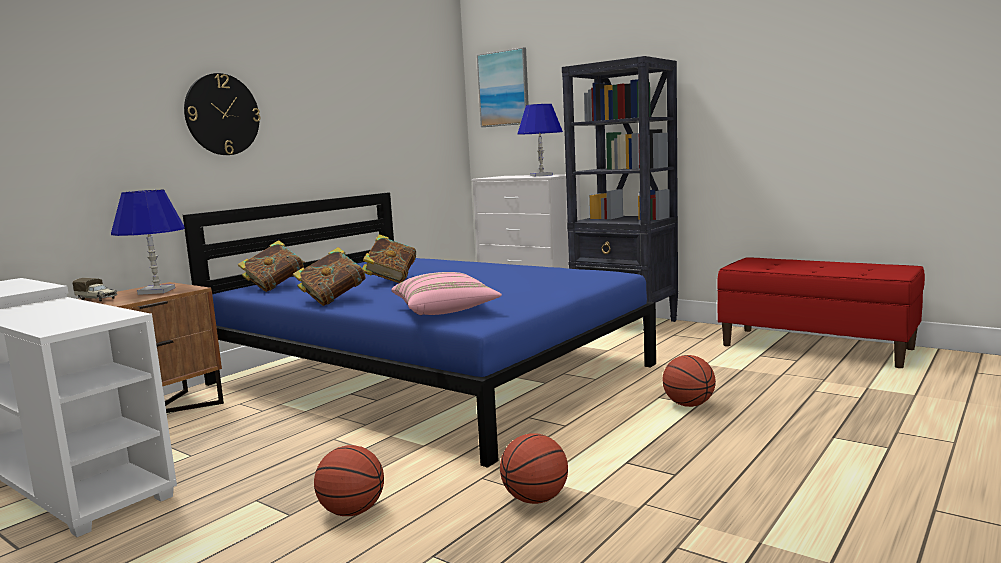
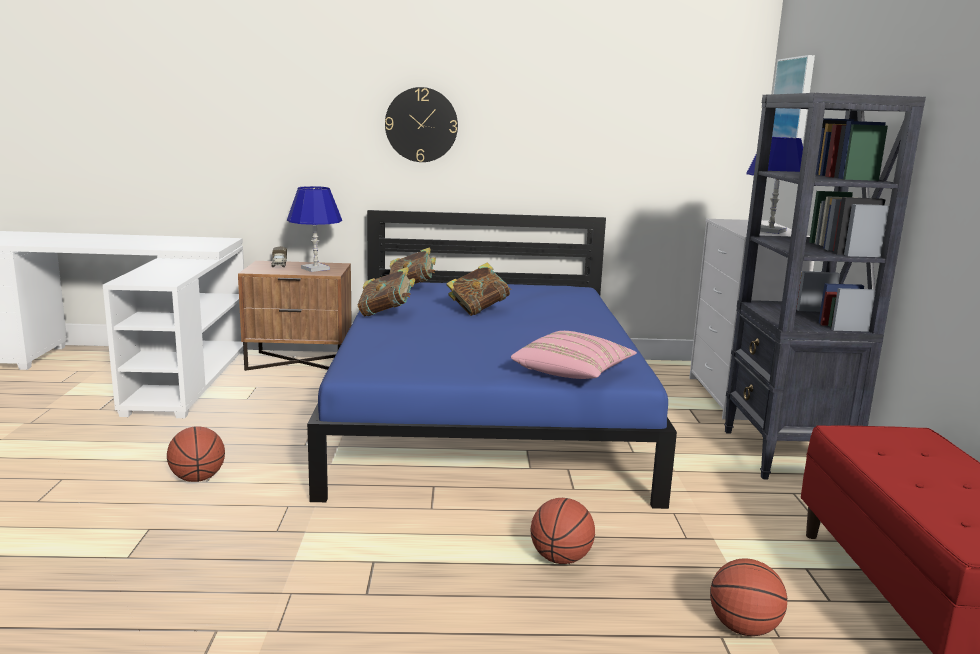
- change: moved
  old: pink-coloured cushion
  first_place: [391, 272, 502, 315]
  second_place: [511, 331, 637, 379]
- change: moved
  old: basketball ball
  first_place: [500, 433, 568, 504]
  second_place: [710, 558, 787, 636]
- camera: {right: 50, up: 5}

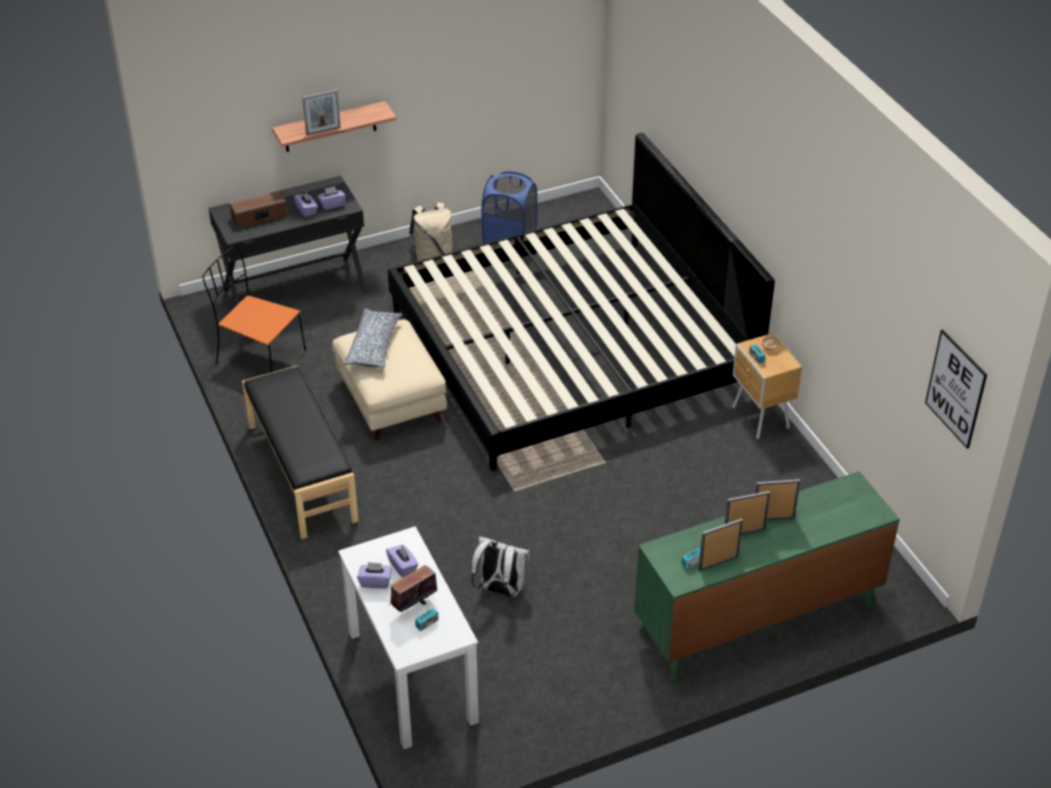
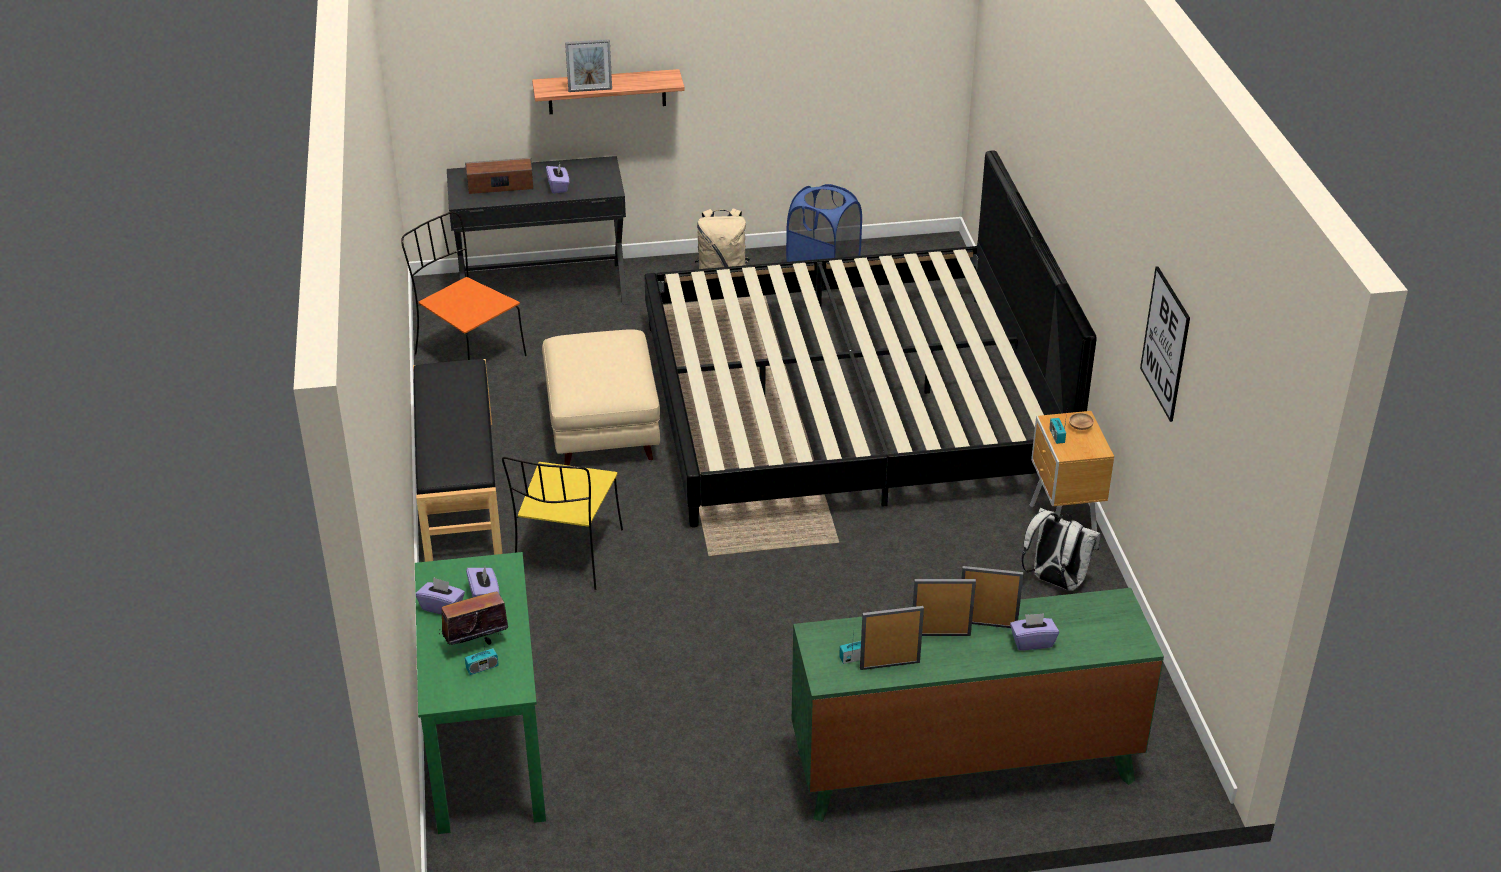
- change: recoloured
  old: white desk table
  new: green desk table
  first_place: [338, 526, 479, 749]
  second_place: [415, 552, 546, 834]
- change: added
  new: yellowish chair
  second_place: [502, 457, 623, 590]
- change: moved
  old: purplish tissue holder
  first_place: [317, 186, 346, 210]
  second_place: [1010, 613, 1059, 650]
- change: moved
  old: white backpack
  first_place: [471, 536, 531, 597]
  second_place: [1021, 508, 1100, 591]
- change: moved
  old: wall picture
  first_place: [925, 329, 987, 449]
  second_place: [1140, 266, 1190, 422]
- change: removed
  old: cushion
  first_place: [344, 308, 403, 368]
- camera: {right: 15, up: -5}

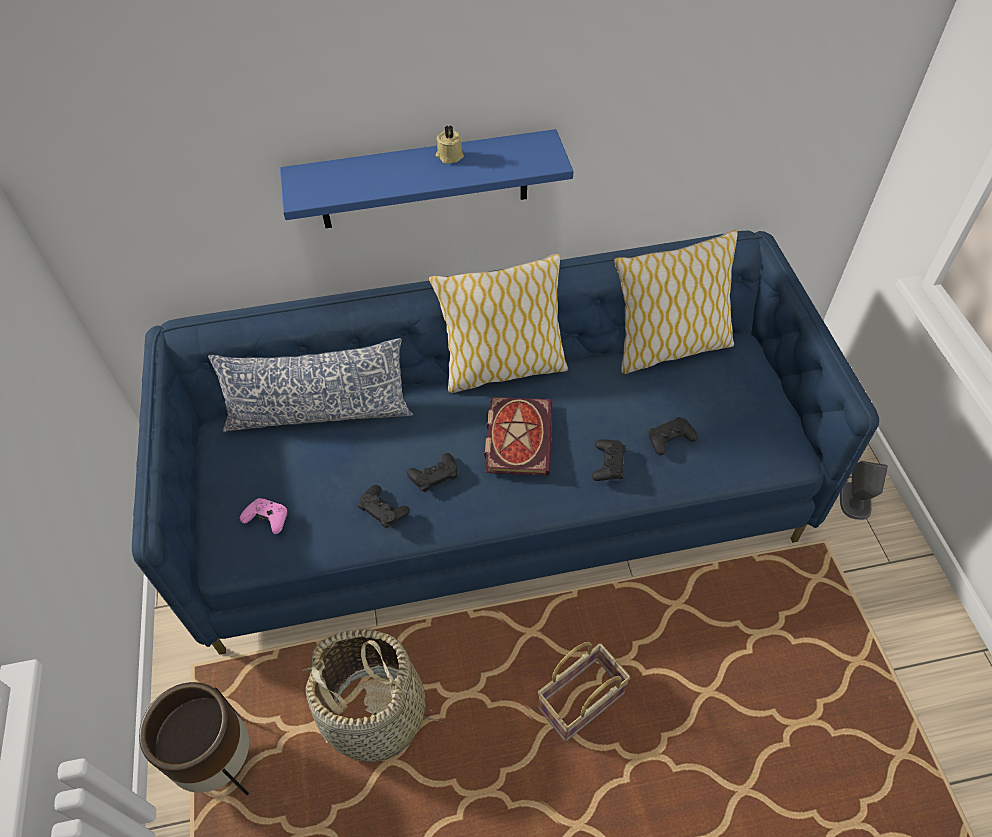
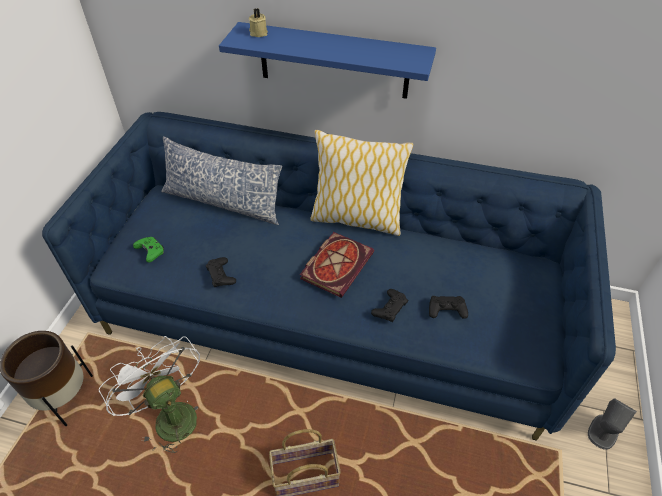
- change: replaced
  old: basket
  new: white cooling fan
  first_place: [302, 629, 444, 763]
  second_place: [99, 336, 200, 453]
- change: recoloured
  old: pink-coloured joypad
  new: green joypad
  first_place: [240, 498, 287, 534]
  second_place: [133, 237, 164, 263]
- change: moved
  old: beige wax light
  first_place: [436, 125, 464, 164]
  second_place: [249, 8, 268, 37]
- change: removed
  old: black-coloured joypad
  first_place: [407, 453, 458, 492]
- change: removed
  old: cushion
  first_place: [614, 230, 738, 374]
- camera: {right: 25, up: -5}

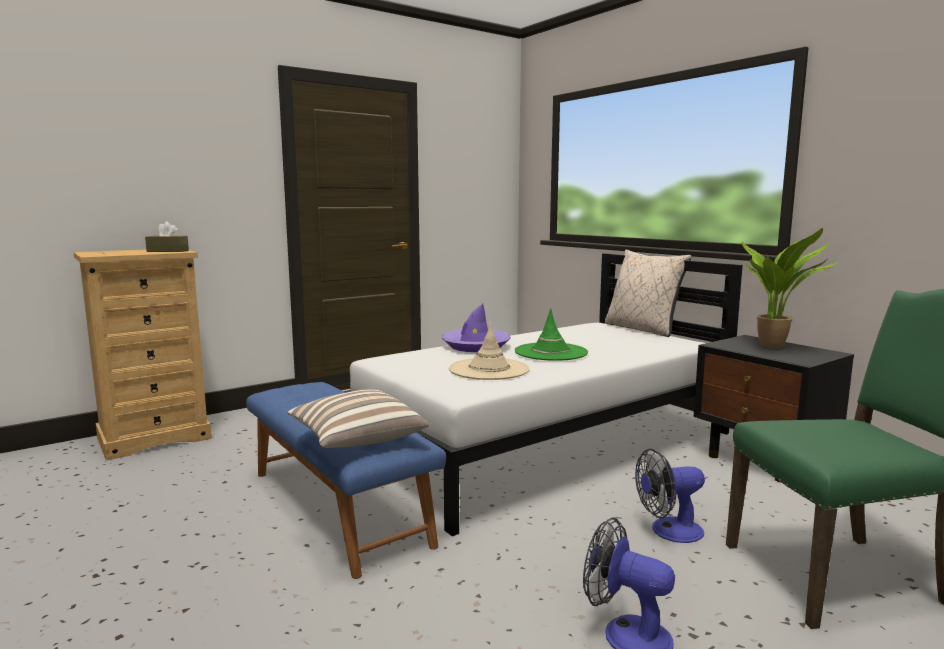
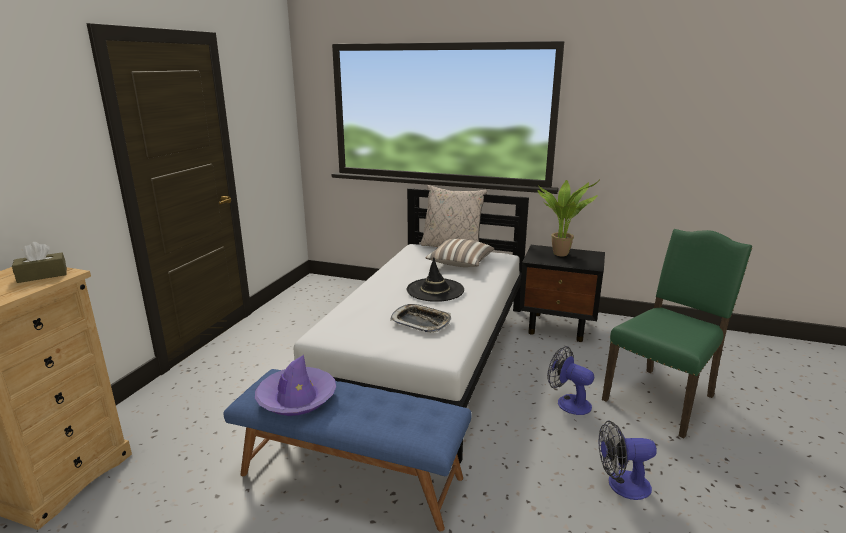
- change: moved
  old: purplish hat
  first_place: [441, 303, 511, 352]
  second_place: [255, 355, 336, 416]
- change: replaced
  old: beige hat
  new: carrying tray
  first_place: [449, 322, 529, 380]
  second_place: [390, 304, 451, 333]
- change: recoloured
  old: green hat
  new: black-coloured hat
  first_place: [515, 308, 588, 361]
  second_place: [406, 257, 464, 302]
- change: moved
  old: cushion
  first_place: [287, 389, 430, 448]
  second_place: [426, 239, 495, 267]
- change: turned
  old: cooling fan
  first_place: [635, 449, 705, 543]
  second_place: [547, 346, 594, 415]
  degrees: 90
- camera: {right: -35, up: 10}

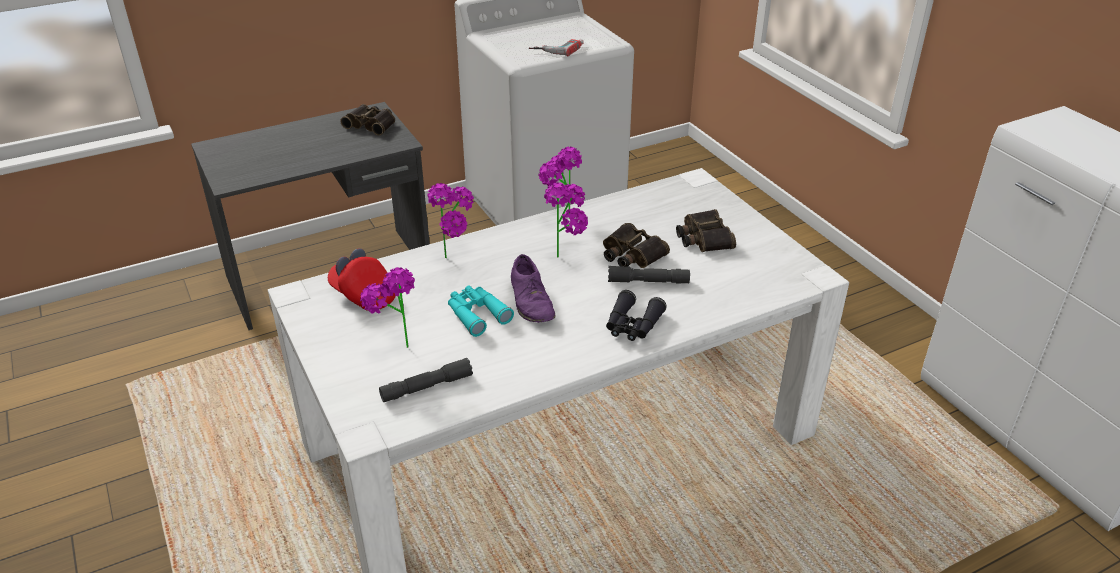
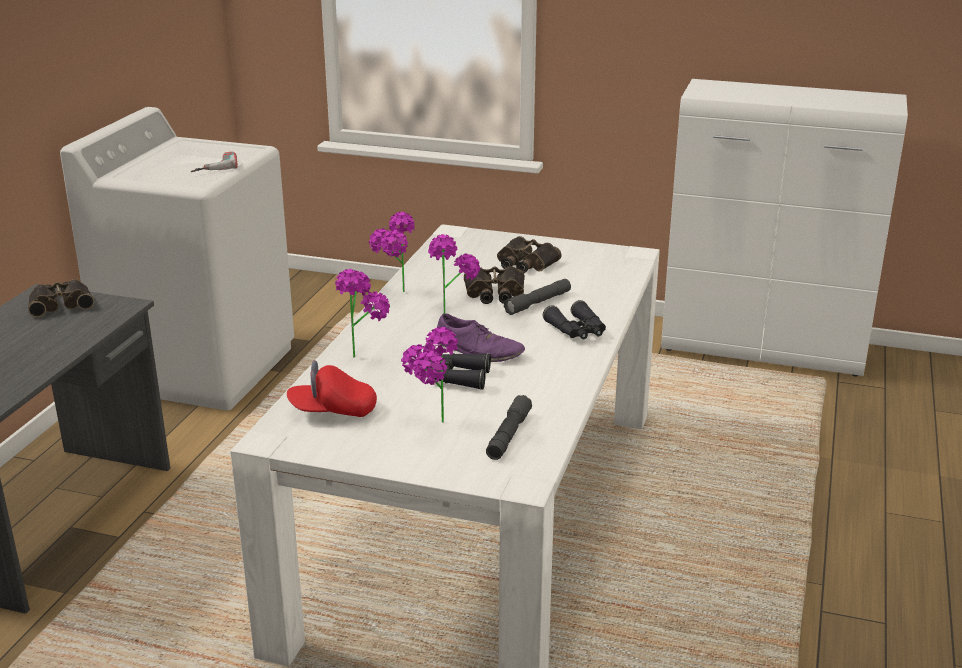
- change: recoloured
  old: blue-green binoculars
  new: black-coloured binoculars
  first_place: [448, 286, 514, 337]
  second_place: [426, 353, 491, 390]
- camera: {right: -45, up: -10}

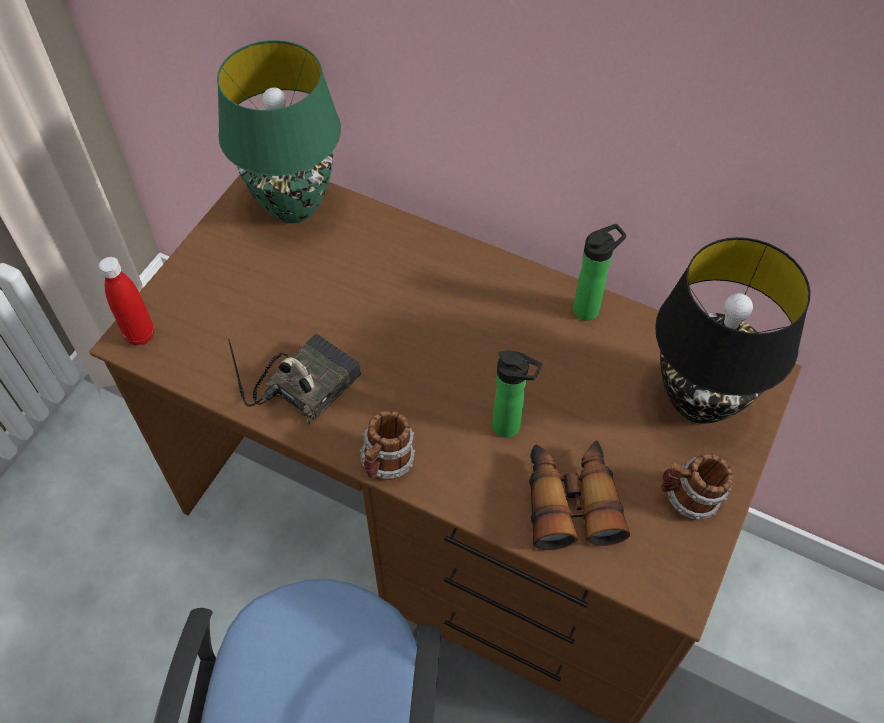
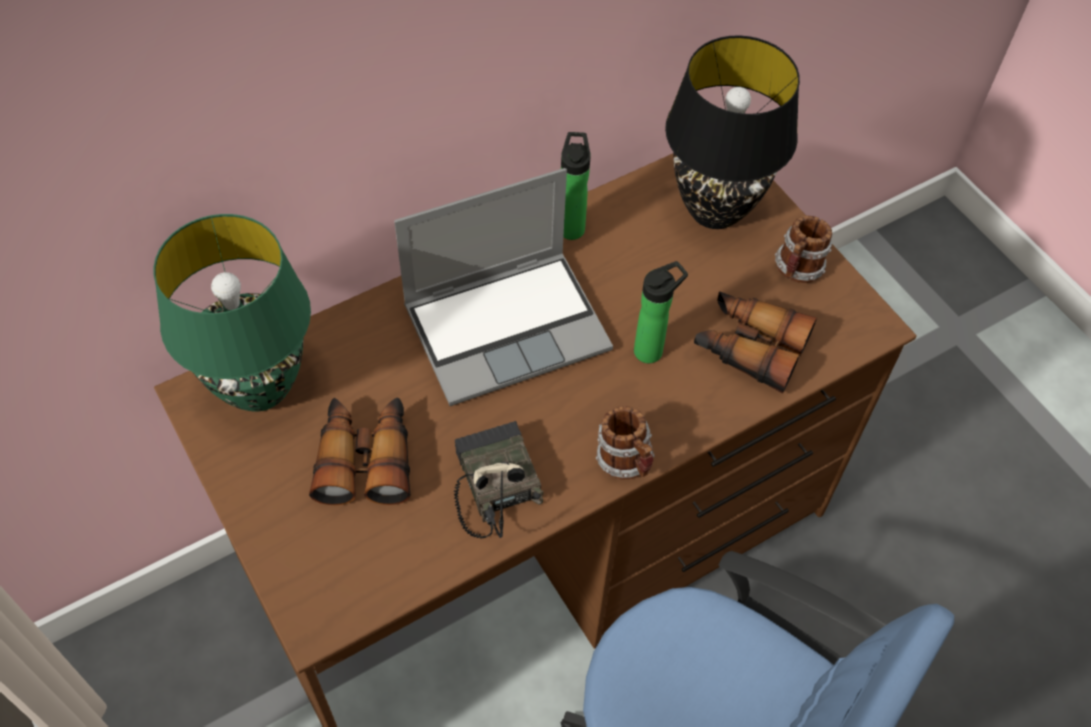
- change: added
  new: binoculars
  second_place: [309, 397, 410, 505]
- change: added
  new: laptop
  second_place: [394, 168, 613, 406]
- change: removed
  old: reddish beverage bottle
  first_place: [99, 257, 154, 346]
- camera: {right: -60, up: 0}

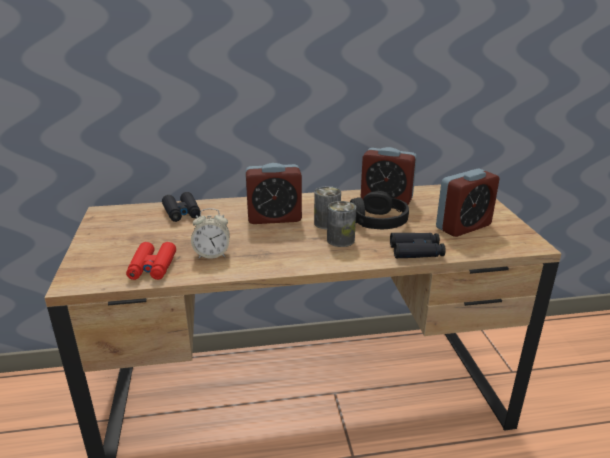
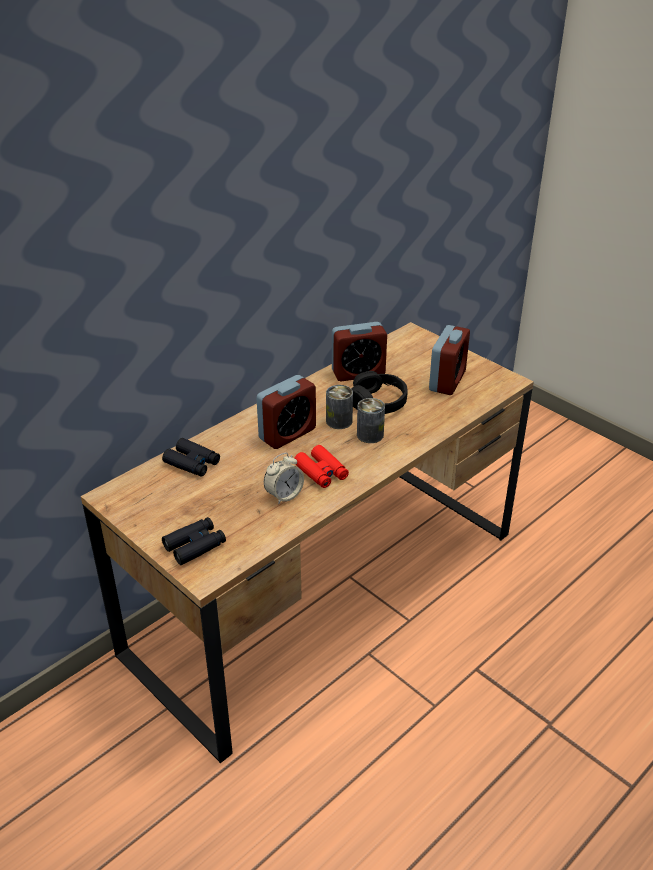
- change: moved
  old: black-coloured binoculars
  first_place: [390, 233, 446, 258]
  second_place: [162, 517, 226, 565]
- change: moved
  old: reddish binoculars
  first_place: [126, 242, 176, 280]
  second_place: [295, 445, 349, 488]
- camera: {right: -35, up: 10}

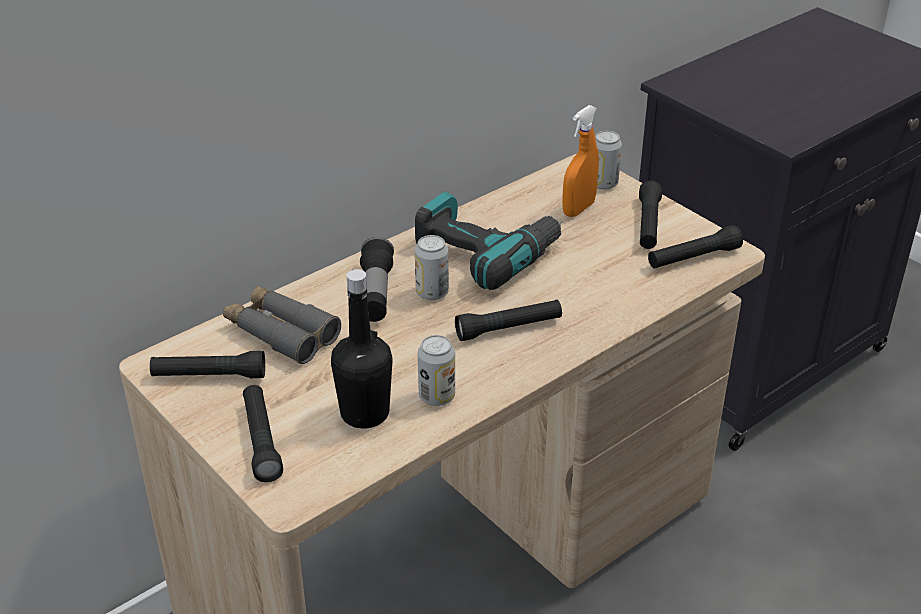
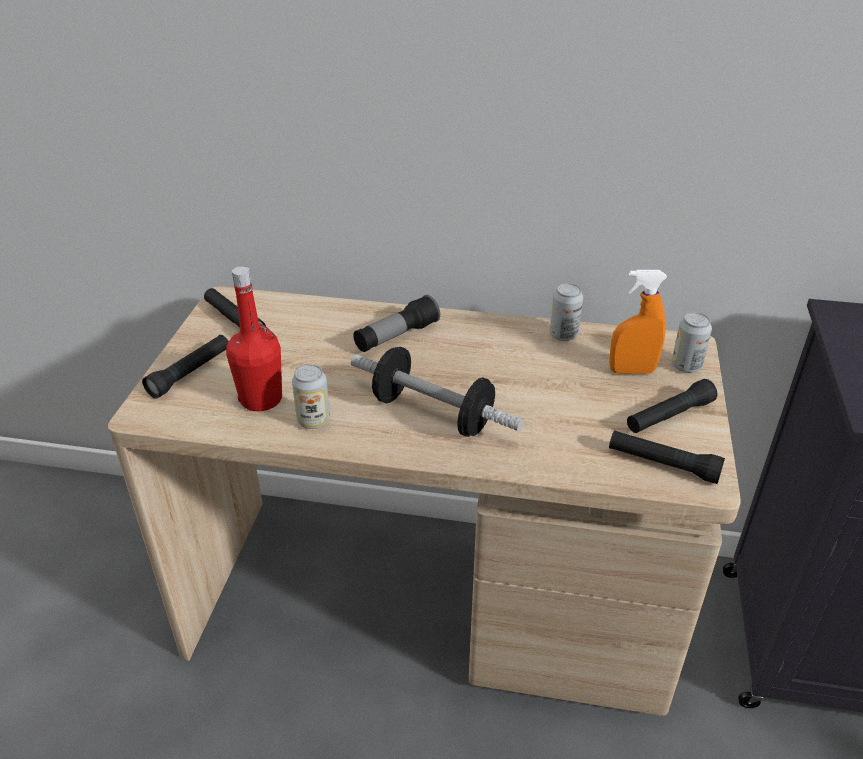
- change: recoloured
  old: black-coloured beverage bottle
  new: reddish beverage bottle
  first_place: [331, 269, 393, 429]
  second_place: [226, 266, 282, 411]
- change: replaced
  old: black-coloured hand torch
  new: dumbbell
  first_place: [455, 300, 562, 341]
  second_place: [351, 347, 524, 437]
- change: moved
  old: can
  first_place: [415, 235, 449, 300]
  second_place: [550, 283, 583, 341]
- change: removed
  old: grey binoculars
  first_place: [223, 285, 341, 364]
- change: removed
  old: drill
  first_place: [415, 191, 563, 290]
- camera: {right: 50, up: 0}

